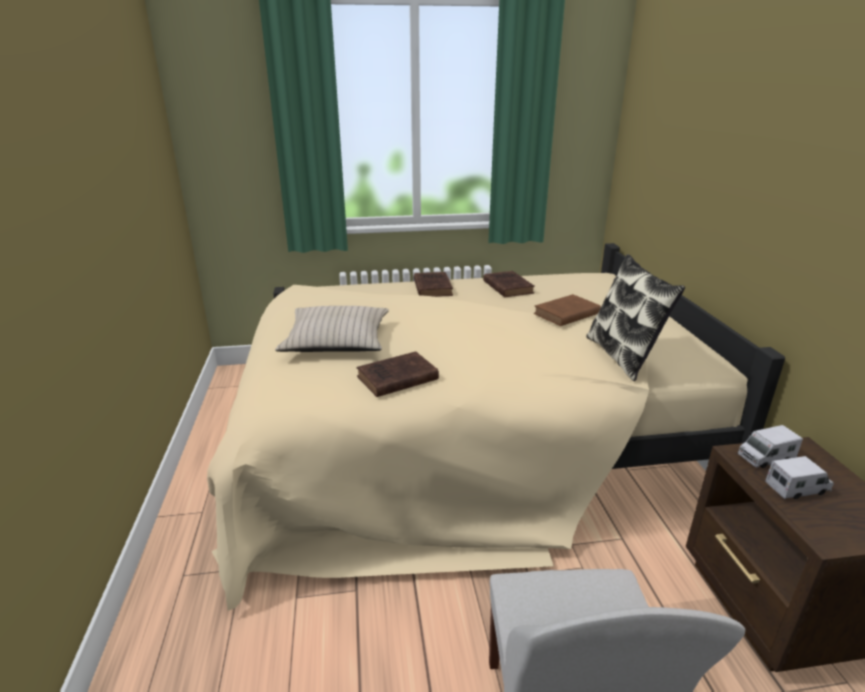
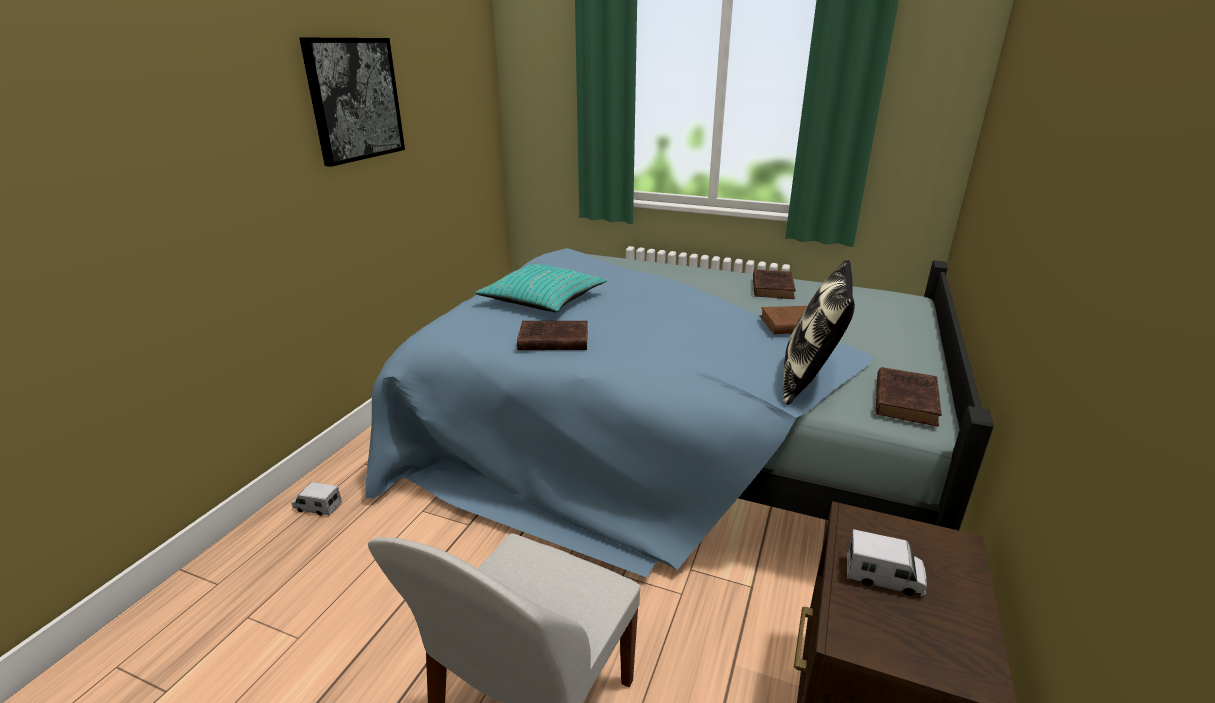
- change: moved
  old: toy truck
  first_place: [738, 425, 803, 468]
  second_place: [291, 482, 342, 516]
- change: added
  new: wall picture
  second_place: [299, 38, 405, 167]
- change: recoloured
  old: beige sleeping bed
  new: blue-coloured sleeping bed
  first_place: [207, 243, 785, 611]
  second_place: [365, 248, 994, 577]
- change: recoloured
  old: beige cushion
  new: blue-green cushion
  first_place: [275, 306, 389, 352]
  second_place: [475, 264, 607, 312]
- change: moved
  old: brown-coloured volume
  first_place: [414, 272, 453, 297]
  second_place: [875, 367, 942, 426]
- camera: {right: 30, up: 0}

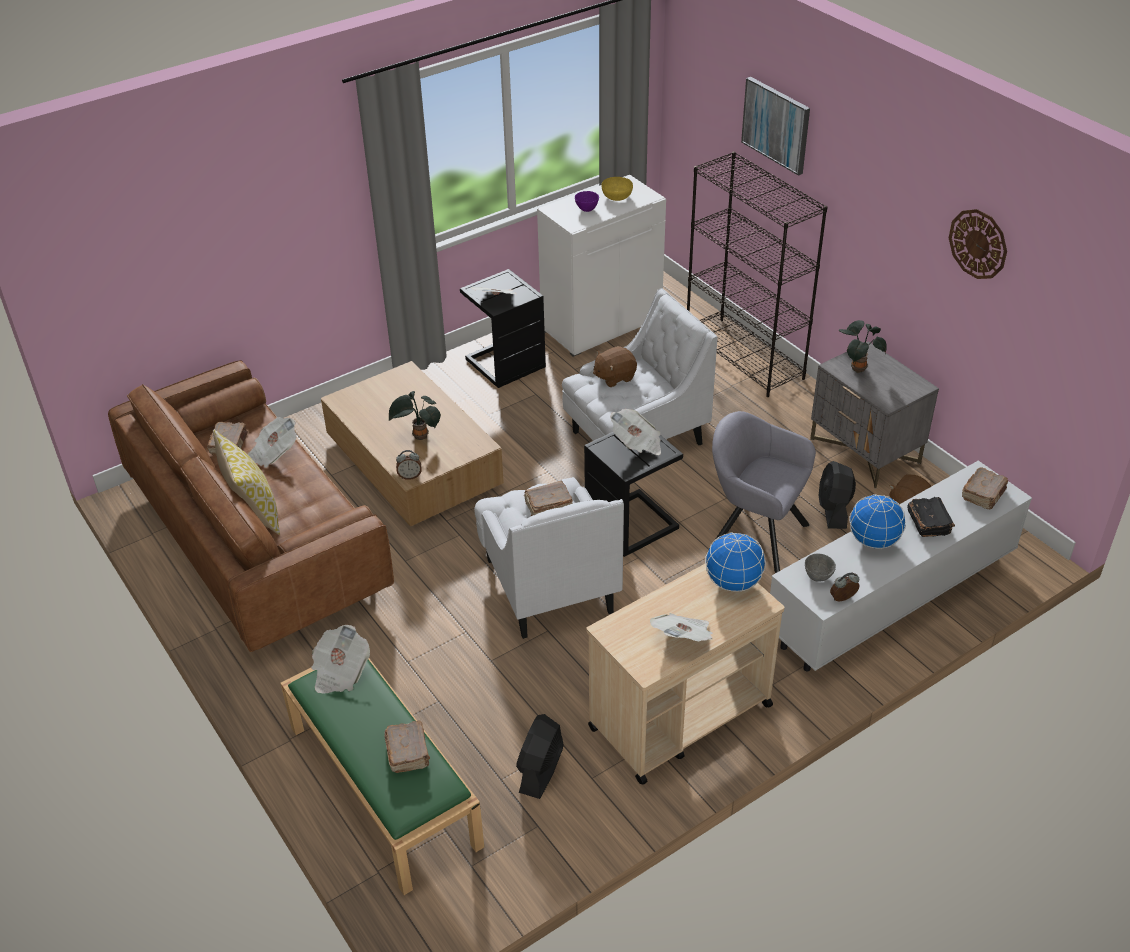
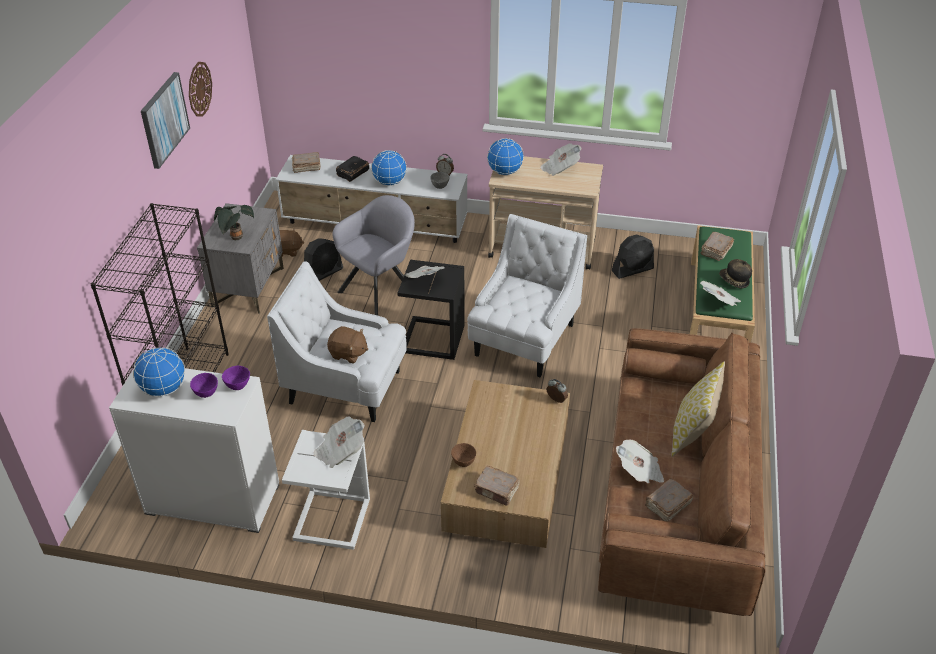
- change: replaced
  old: yellowish deep dish
  new: globe
  first_place: [602, 177, 633, 201]
  second_place: [133, 348, 185, 396]
- change: moved
  old: wall picture
  first_place: [741, 77, 810, 176]
  second_place: [141, 72, 190, 169]
- change: added
  new: purplish deep dish
  second_place: [222, 366, 250, 390]
- change: recoloured
  old: black-coloured end table
  new: white end table
  first_place: [460, 269, 546, 388]
  second_place: [282, 430, 370, 550]
- change: turned
  old: grey easy chair
  first_place: [712, 411, 816, 573]
  second_place: [332, 195, 415, 316]
  degrees: -120
- change: added
  new: brown-coloured deep dish
  second_place: [451, 443, 476, 467]
- change: moved
  old: brown-coloured volume
  first_place: [524, 481, 573, 516]
  second_place: [474, 466, 520, 506]
- change: added
  new: hat
  second_place: [719, 259, 752, 288]
- change: removed
  old: houseplant
  first_place: [389, 391, 441, 440]
- camera: {right: -135, up: 0}

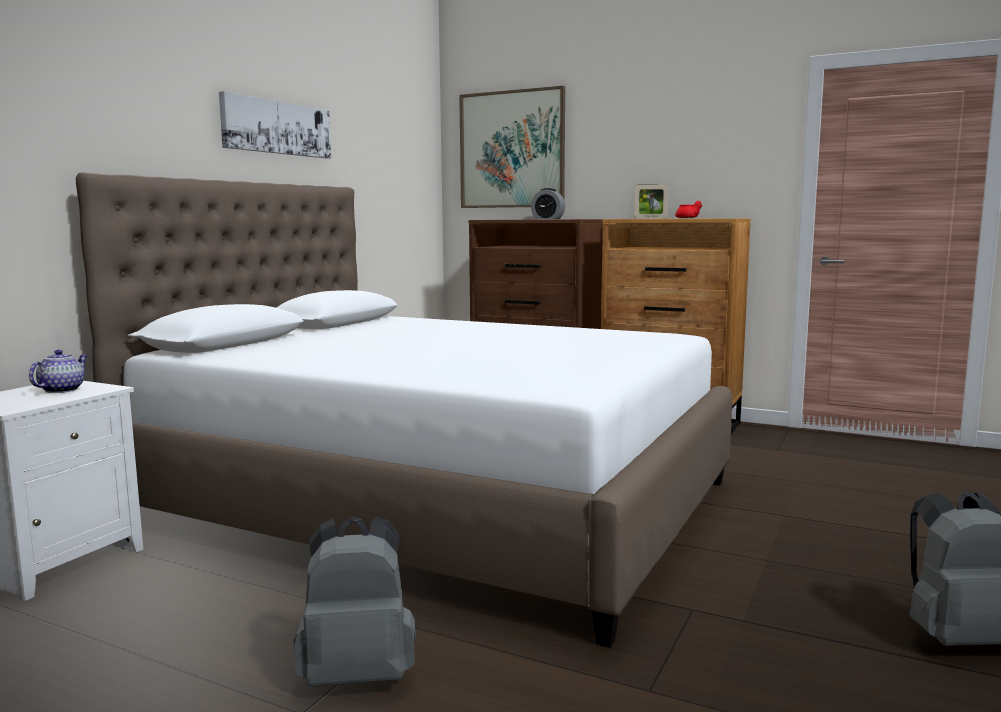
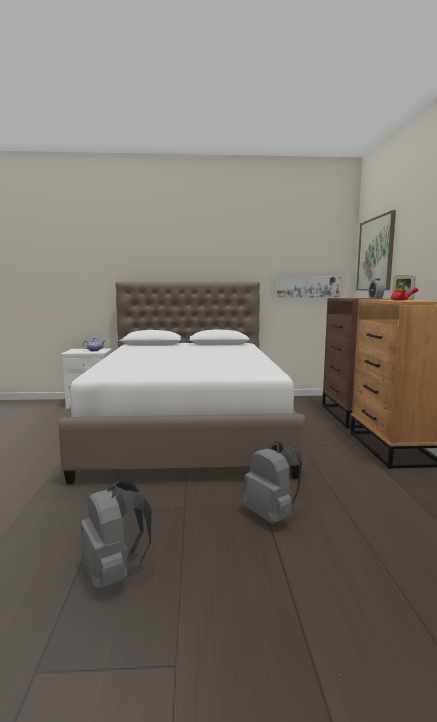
- change: moved
  old: grey backpack
  first_place: [294, 516, 416, 687]
  second_place: [243, 441, 302, 524]
- change: moved
  old: wall picture
  first_place: [219, 91, 331, 159]
  second_place: [277, 276, 340, 298]
- camera: {right: 60, up: 0}

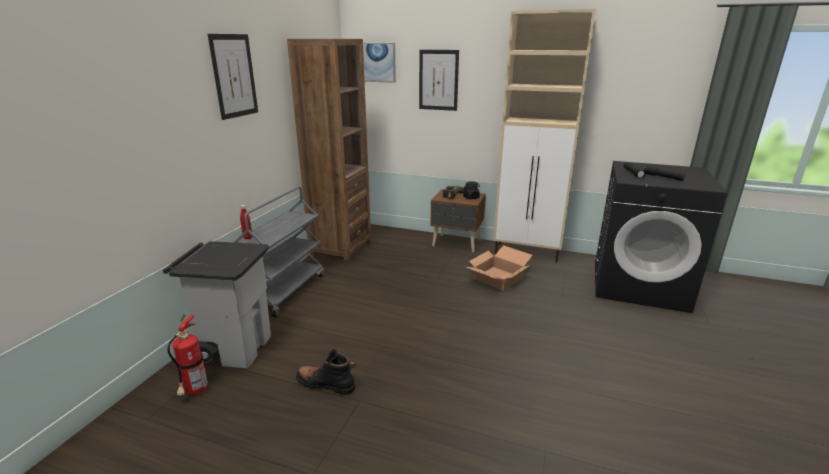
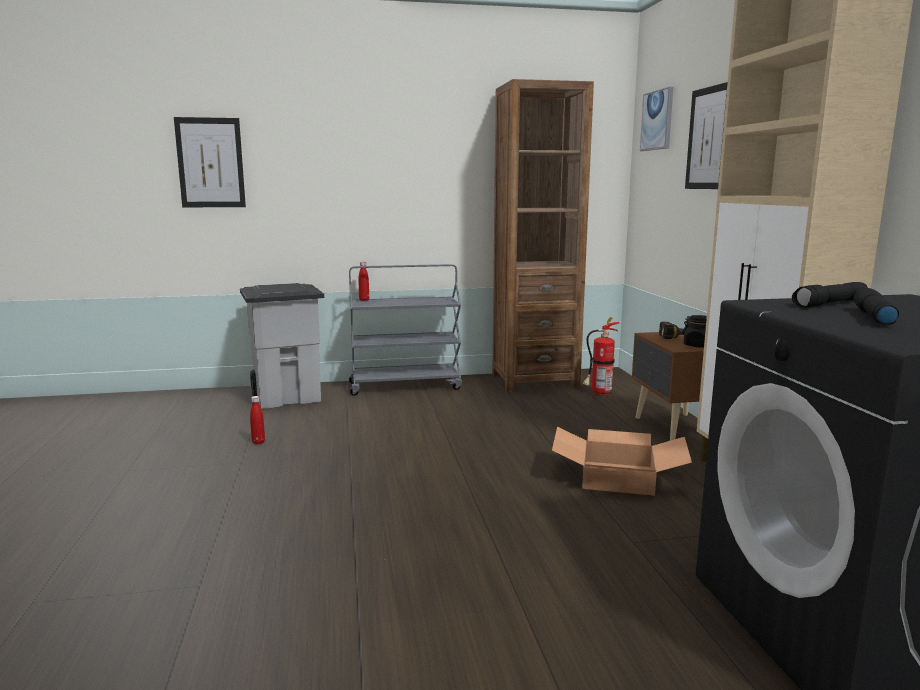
- change: moved
  old: wall picture
  first_place: [207, 34, 258, 120]
  second_place: [174, 117, 246, 207]
- change: replaced
  old: black-coloured boot
  new: reddish beverage bottle
  first_place: [296, 349, 355, 395]
  second_place: [250, 396, 265, 445]
- change: moved
  old: fire-fighting cylinder
  first_place: [167, 315, 208, 396]
  second_place: [583, 317, 619, 396]
- camera: {right: 60, up: -10}

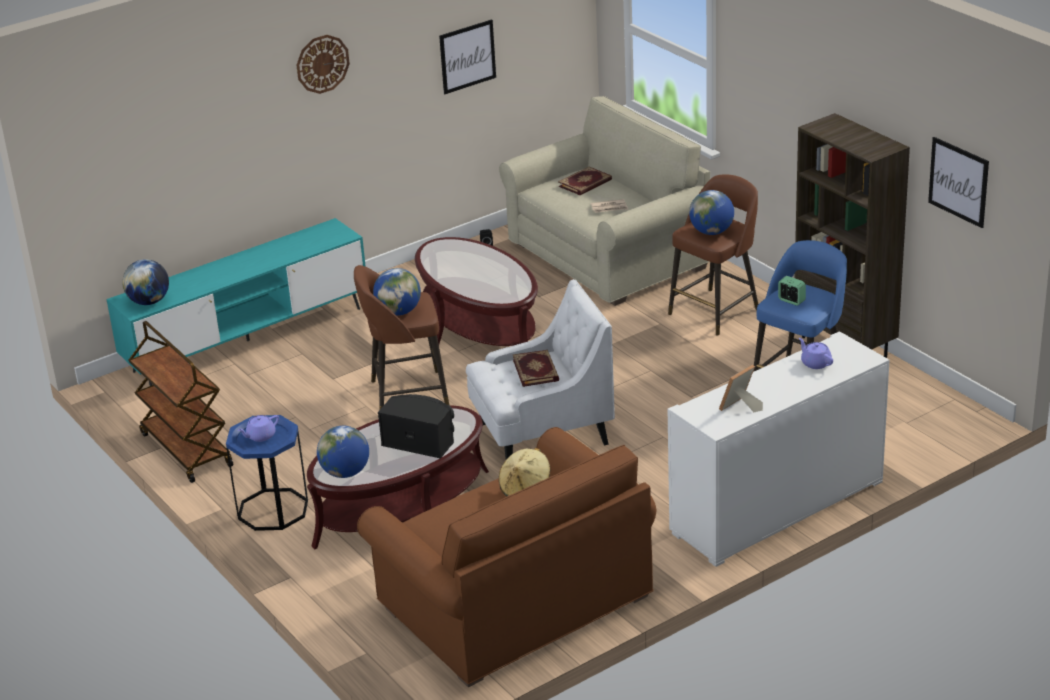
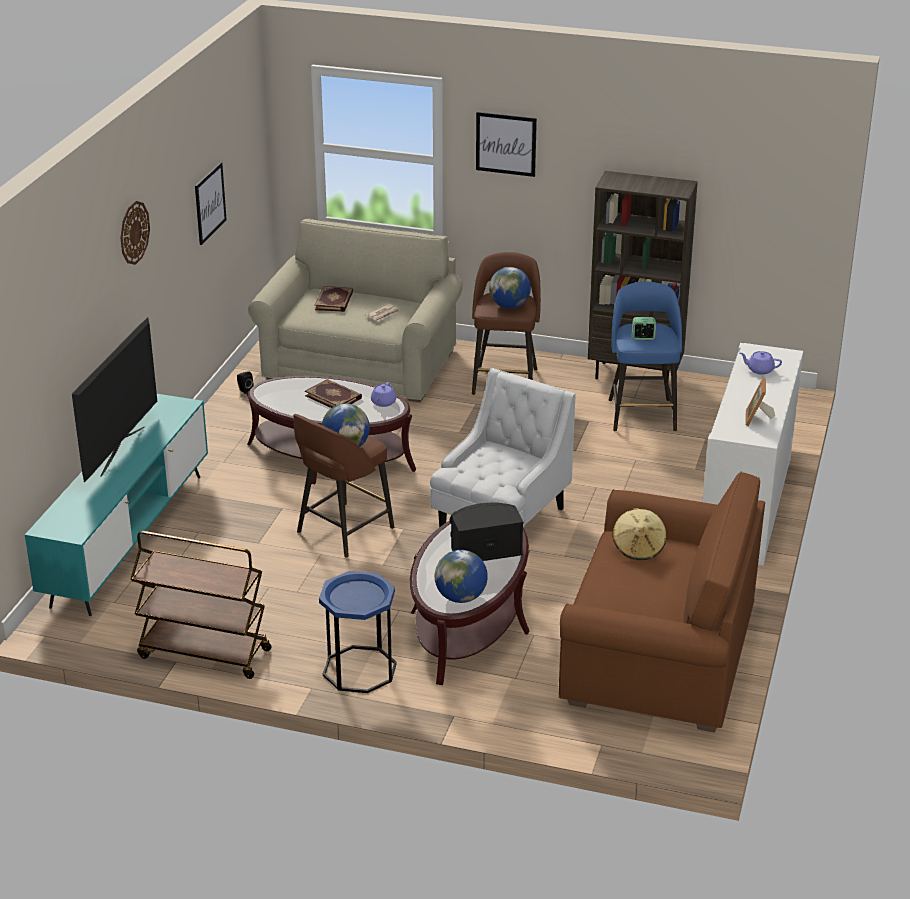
- change: added
  new: television
  second_place: [72, 318, 157, 482]
- change: moved
  old: volume
  first_place: [513, 350, 559, 387]
  second_place: [305, 379, 362, 408]
- change: moved
  old: purplish teapot
  first_place: [237, 415, 279, 442]
  second_place: [371, 382, 397, 407]
- change: moved
  old: wall picture
  first_place: [928, 137, 989, 228]
  second_place: [476, 112, 537, 177]
- change: removed
  old: globe
  first_place: [122, 259, 169, 305]
- camera: {right: -40, up: 0}

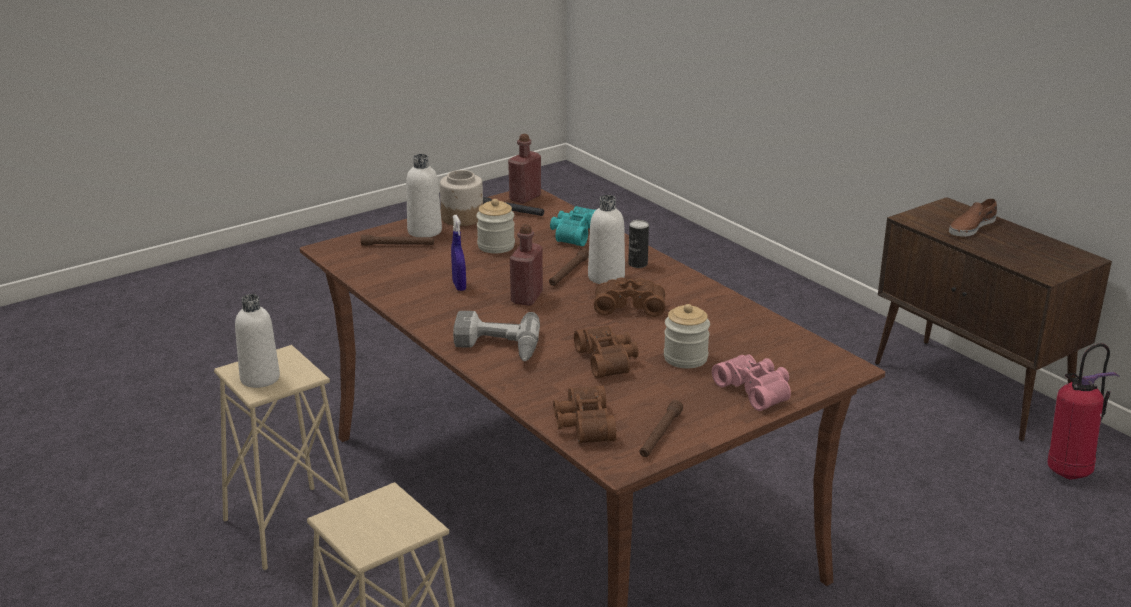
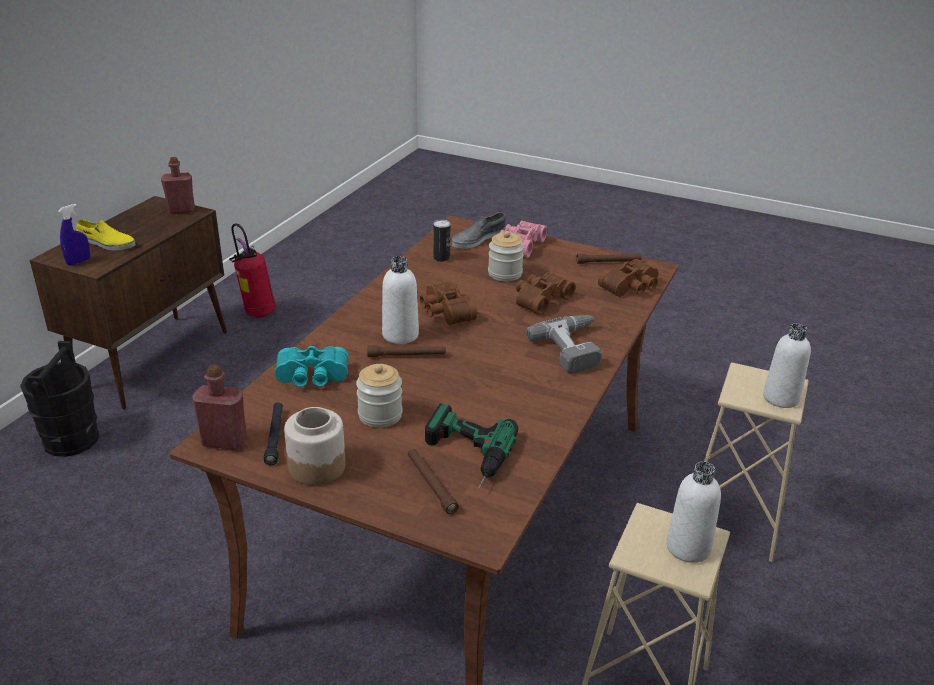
- change: added
  new: black-coloured bucket
  second_place: [20, 341, 99, 457]
- change: moved
  old: blue-coloured hand sprayer
  first_place: [451, 215, 466, 291]
  second_place: [58, 204, 90, 266]
- change: recoloured
  old: brown-coloured item of footwear
  new: yellowish item of footwear
  first_place: [949, 198, 997, 237]
  second_place: [76, 220, 135, 250]
- change: moved
  old: reddish beverage bottle
  first_place: [510, 224, 543, 306]
  second_place: [161, 157, 195, 214]
- change: added
  new: drill
  second_place: [425, 404, 518, 489]
- change: moved
  old: can
  first_place: [628, 220, 649, 268]
  second_place: [433, 220, 451, 262]
- change: added
  new: grey item of footwear
  second_place: [452, 212, 506, 249]
- change: moved
  old: white beverage bottle
  first_place: [406, 154, 442, 237]
  second_place: [763, 323, 811, 408]
- camera: {right: -120, up: 5}

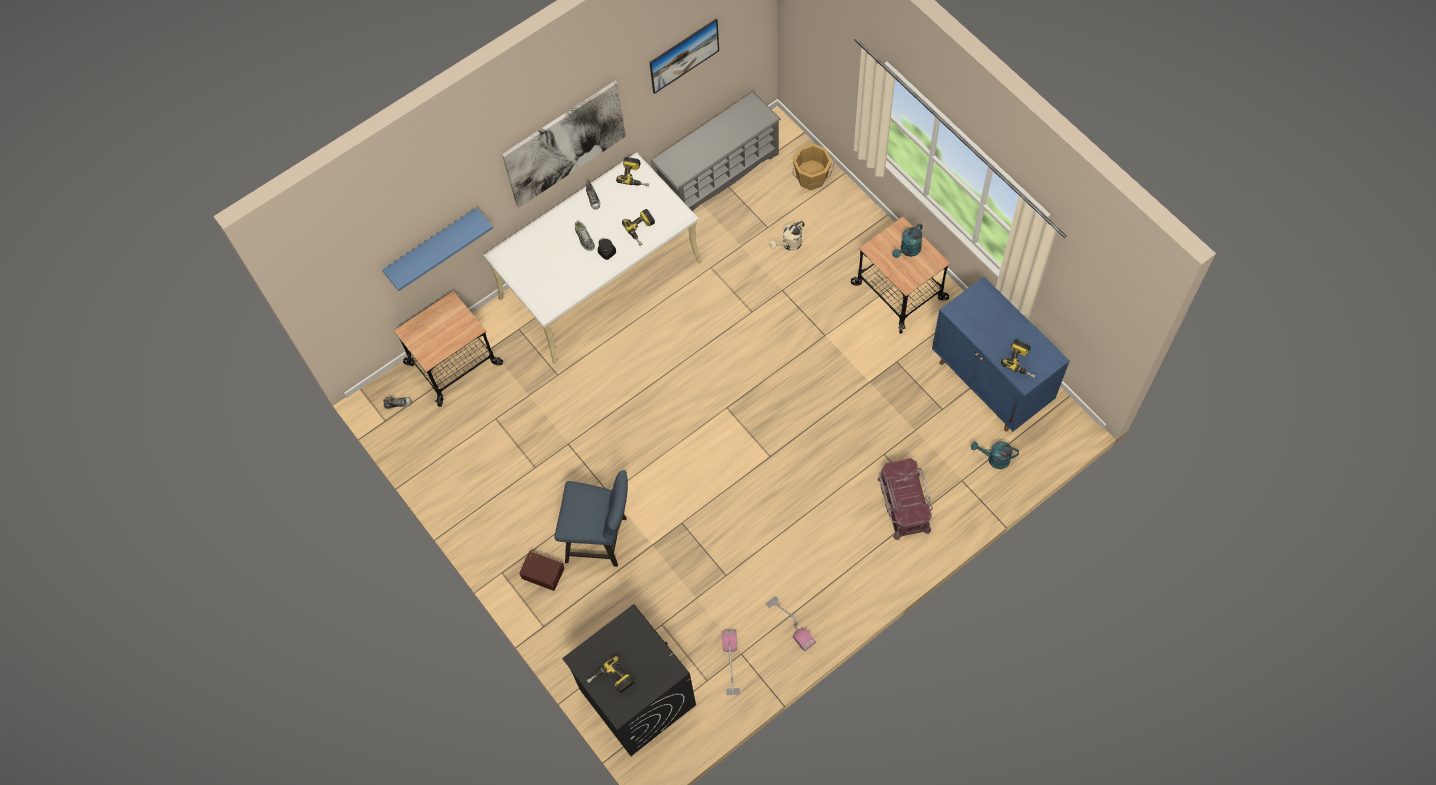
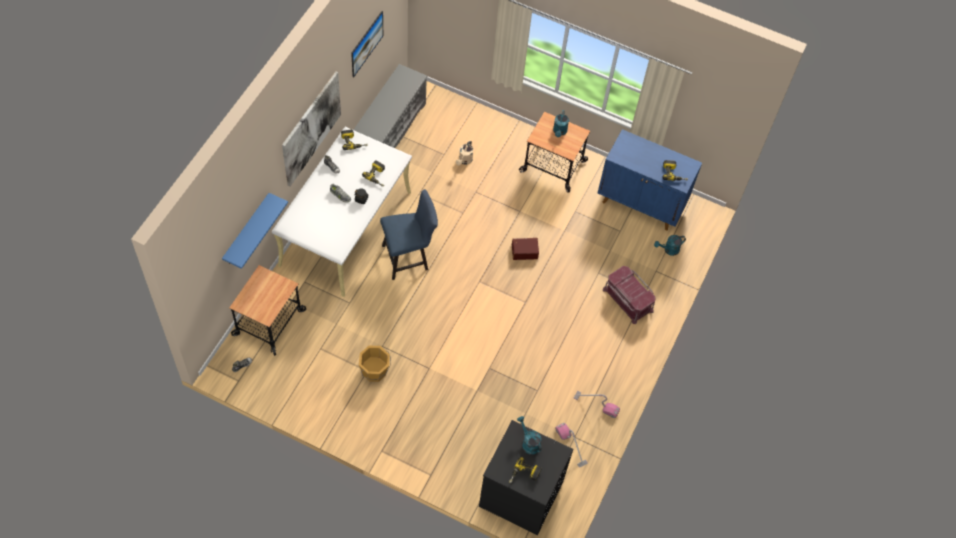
- change: moved
  old: orange-coloured bucket
  first_place: [793, 144, 834, 190]
  second_place: [359, 346, 391, 382]
- change: moved
  old: blue-coloured chair
  first_place: [554, 470, 628, 567]
  second_place: [380, 189, 438, 280]
- change: moved
  old: brown-coloured storage box
  first_place: [519, 551, 565, 591]
  second_place: [512, 238, 539, 260]
- change: added
  new: blue-green watering can
  second_place: [517, 416, 542, 455]
- camera: {right: -35, up: -5}

